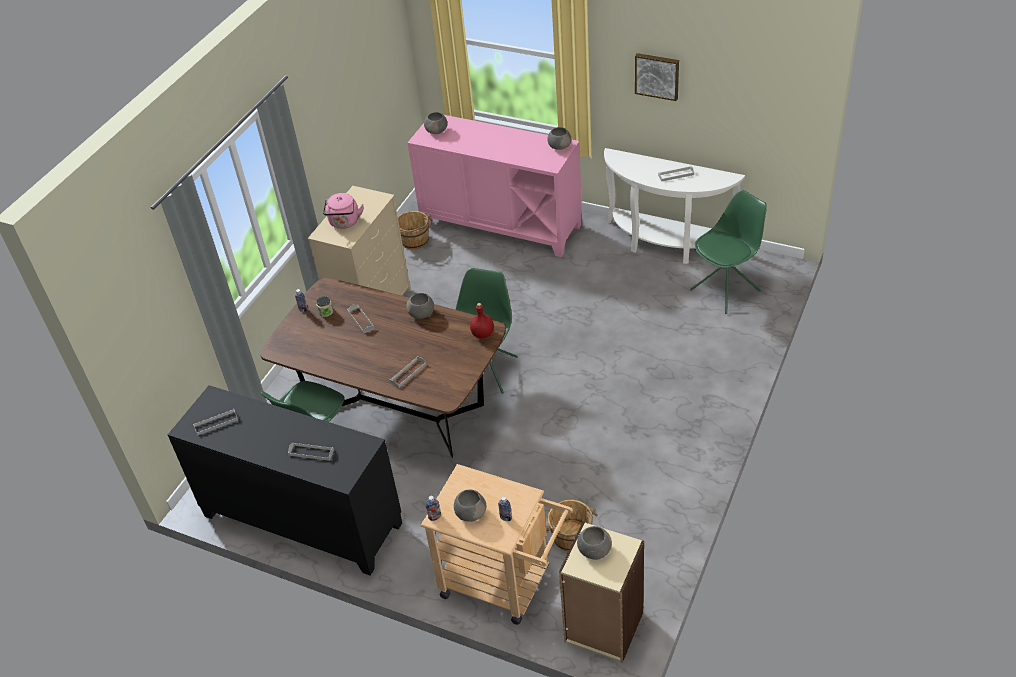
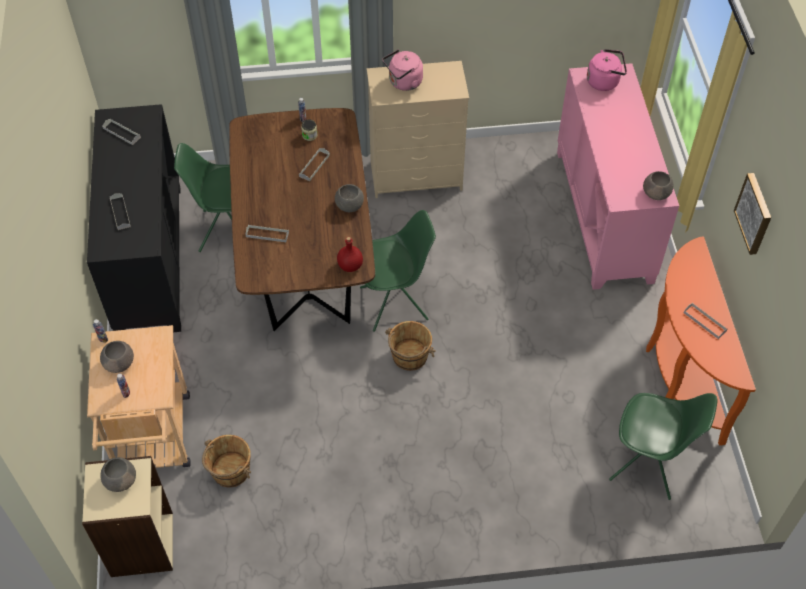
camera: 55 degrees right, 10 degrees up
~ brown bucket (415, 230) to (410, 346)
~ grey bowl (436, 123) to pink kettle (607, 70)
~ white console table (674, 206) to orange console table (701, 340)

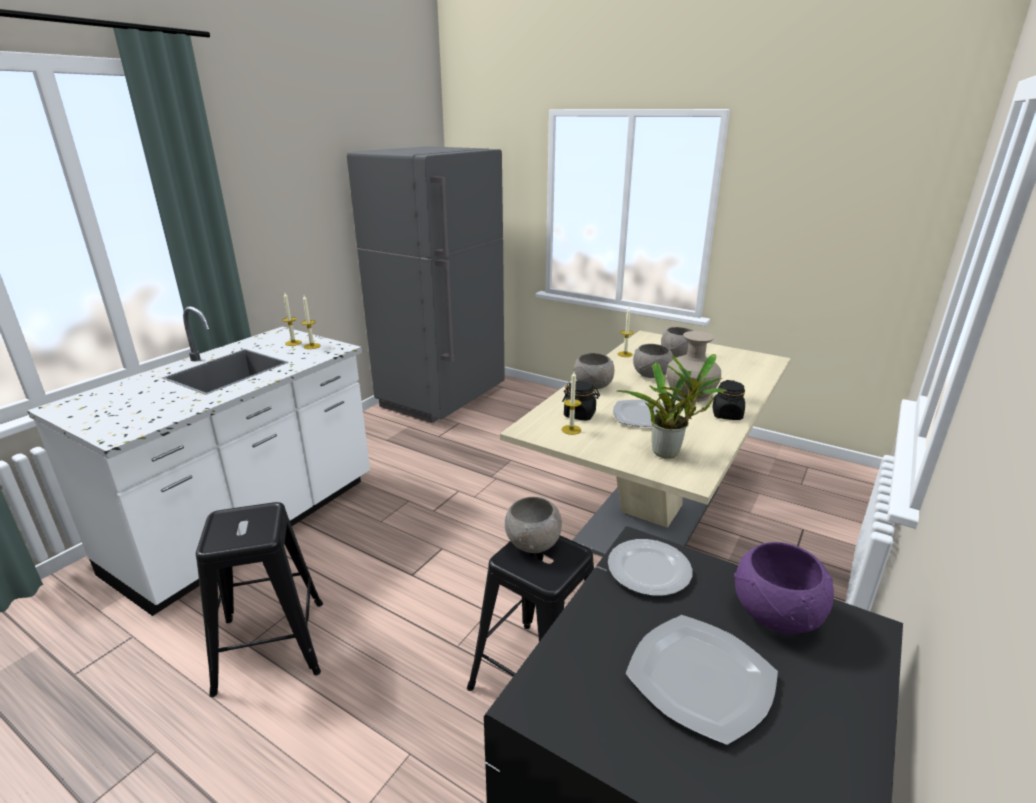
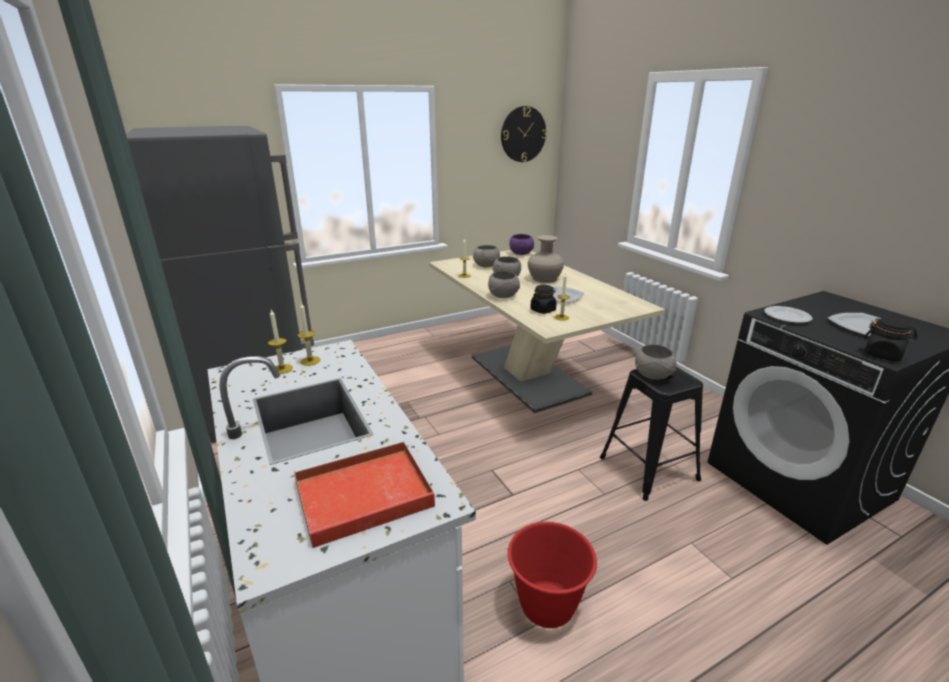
camera: 60 degrees left, 0 degrees up
~ black stool (259, 599) to red bucket (553, 575)
- potted plant (671, 406)
~ black jar (728, 400) to (890, 339)
~ purple bowl (784, 588) to (521, 244)
+ red tray (364, 494)
+ wall clock (524, 134)

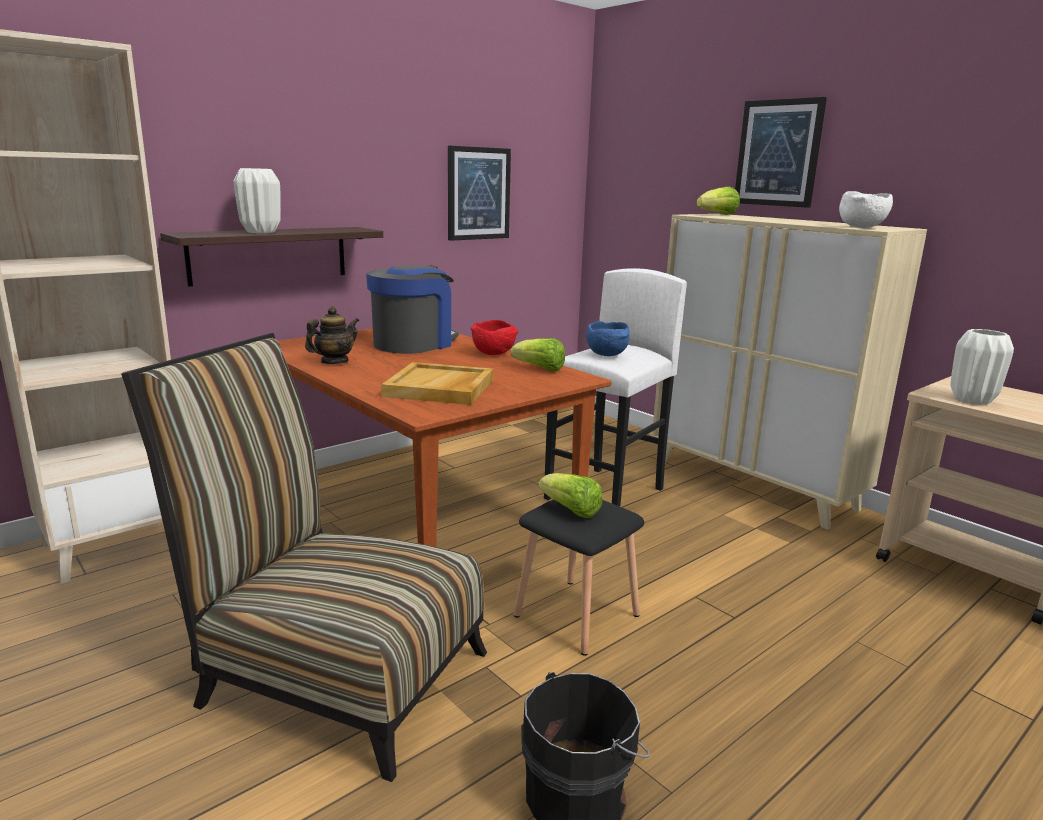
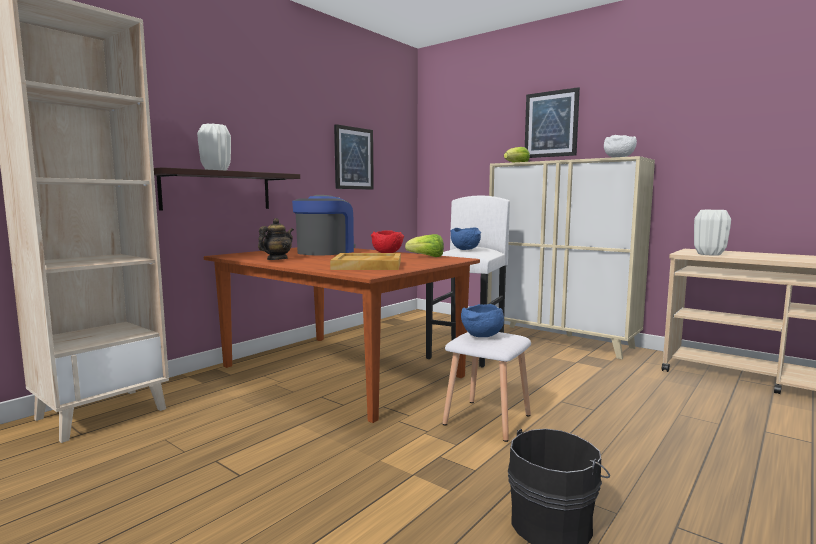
camera: 10 degrees left, 10 degrees down
- chair (304, 557)
~ black stool (579, 577) to white stool (486, 387)
~ lettuce (570, 495) to blue bowl (482, 320)

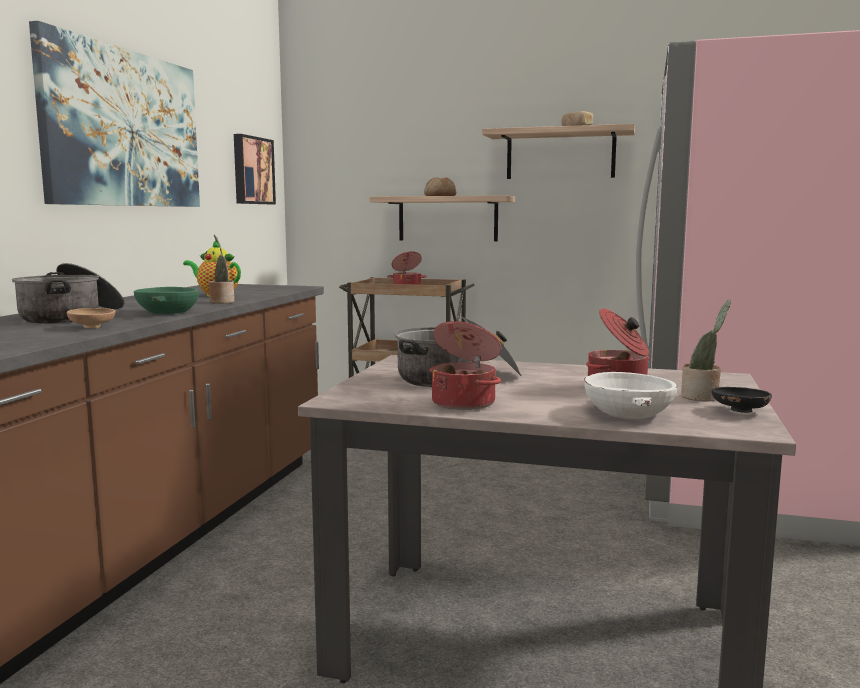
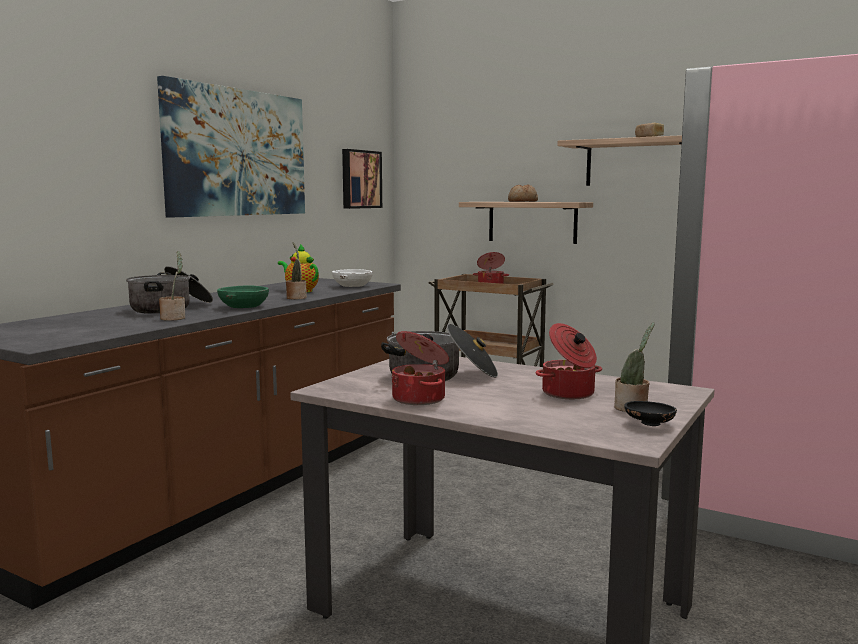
camera: 15 degrees right, 0 degrees up
~ brown bowl (91, 318) to potted plant (172, 286)
~ white bowl (631, 395) to (352, 278)

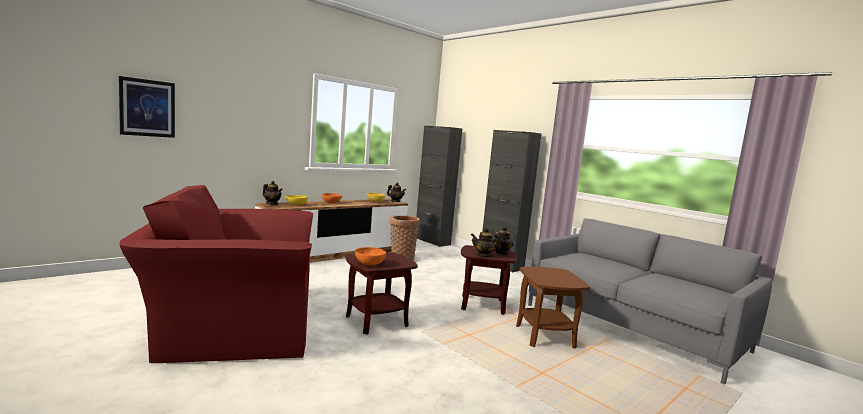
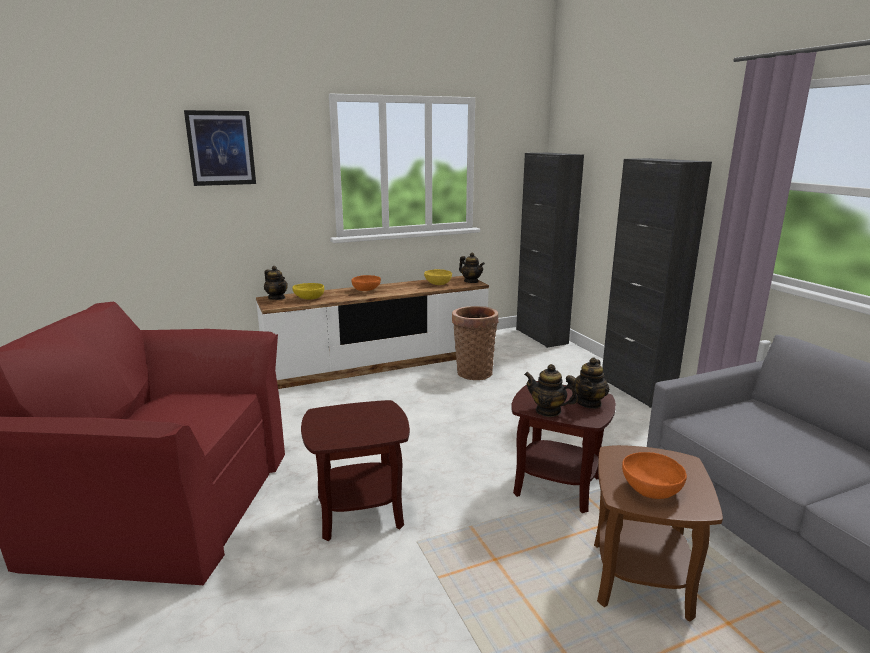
camera: 20 degrees right, 10 degrees up
~ picture (147, 107) to (220, 148)
~ orange bowl (370, 256) to (654, 475)

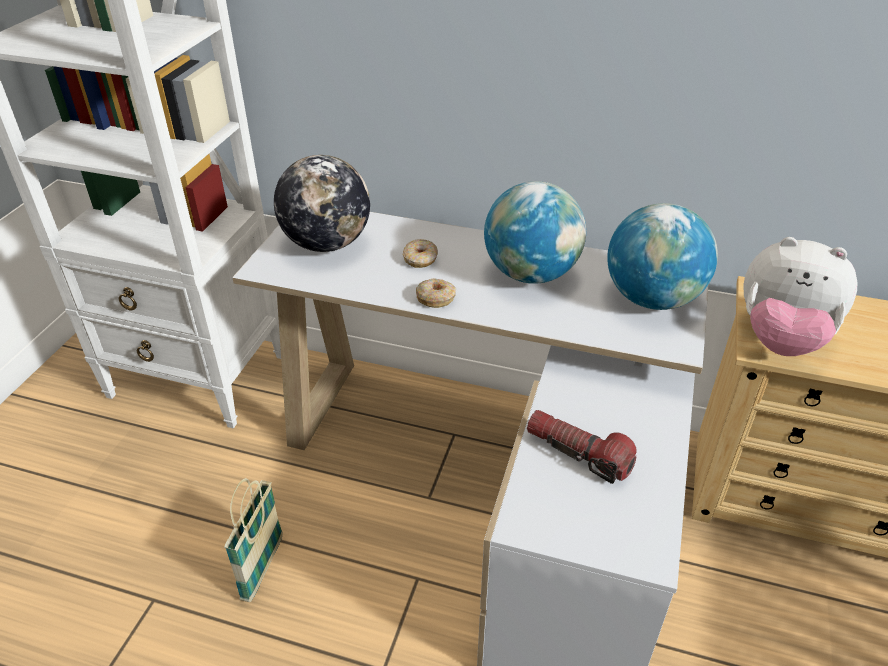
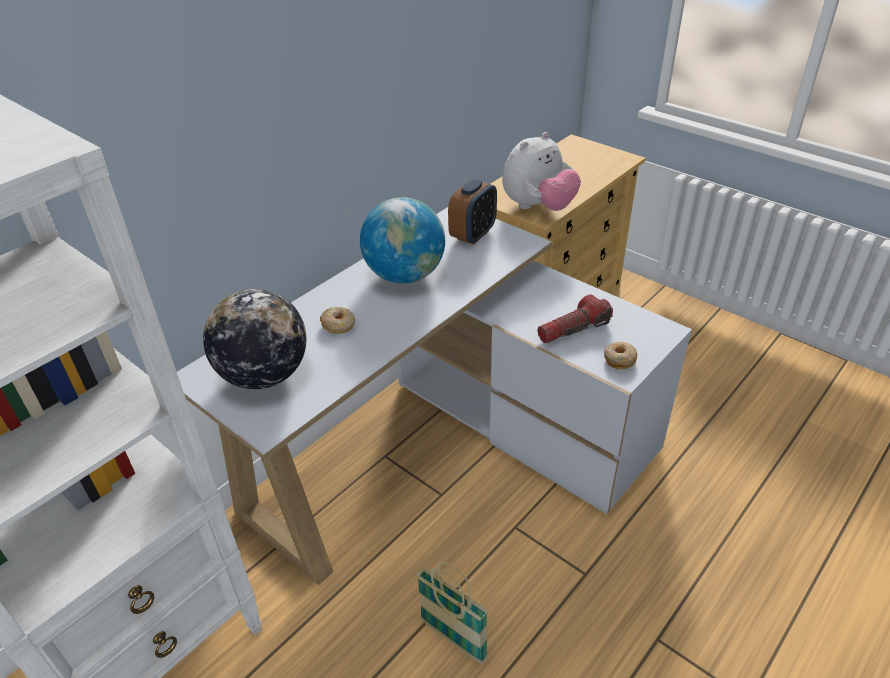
camera: 65 degrees left, 0 degrees up
~ donut (436, 293) to (620, 356)
~ globe (662, 256) to alarm clock (472, 212)

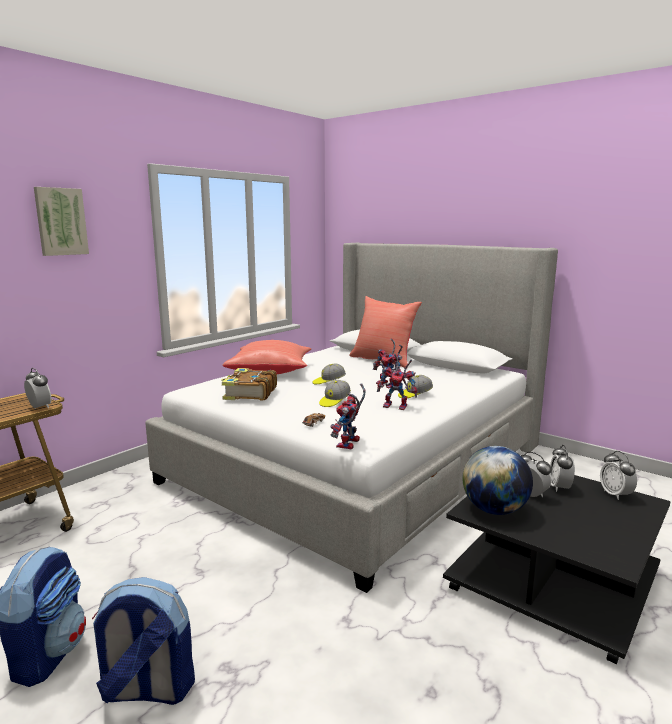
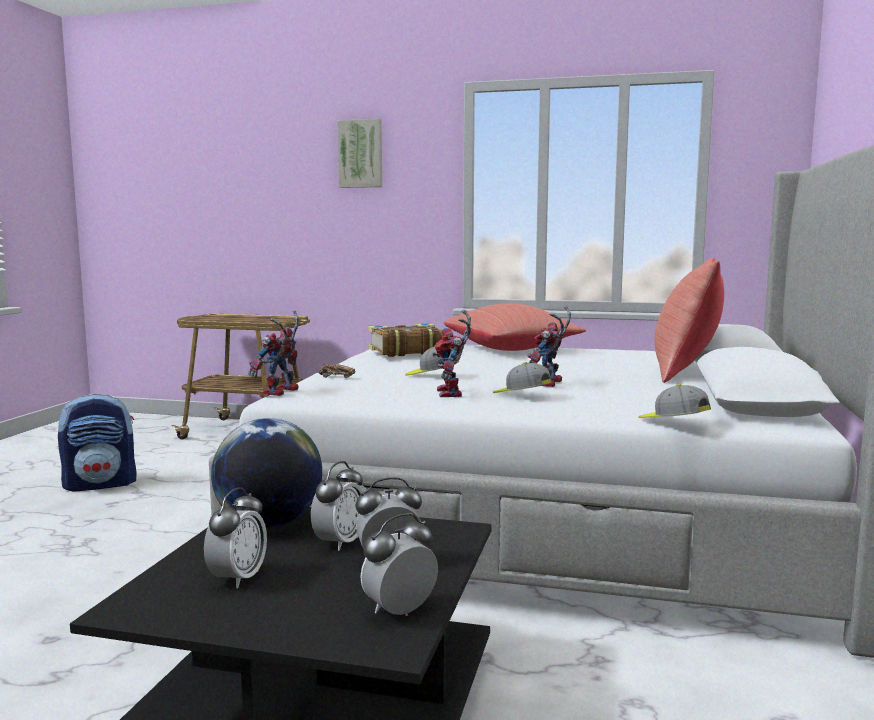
camera: 65 degrees right, 5 degrees down
~ alarm clock (38, 388) to (235, 537)
- backpack (143, 641)
~ cap (329, 373) to (674, 401)
~ toy robot (348, 416) = (273, 353) 60 degrees counterclockwise

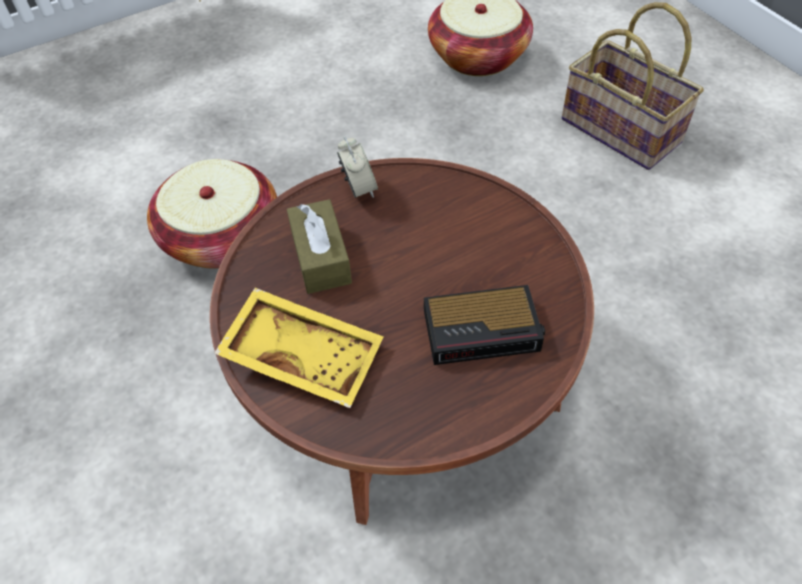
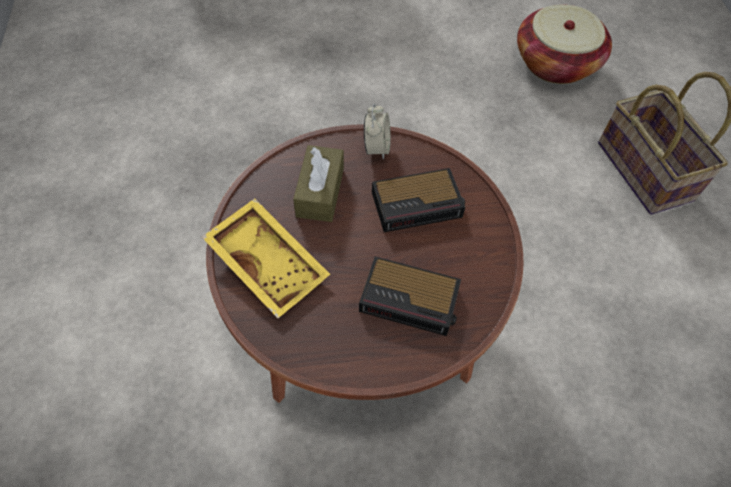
camera: 20 degrees right, 5 degrees up
- basket (212, 214)
+ alarm clock (418, 200)

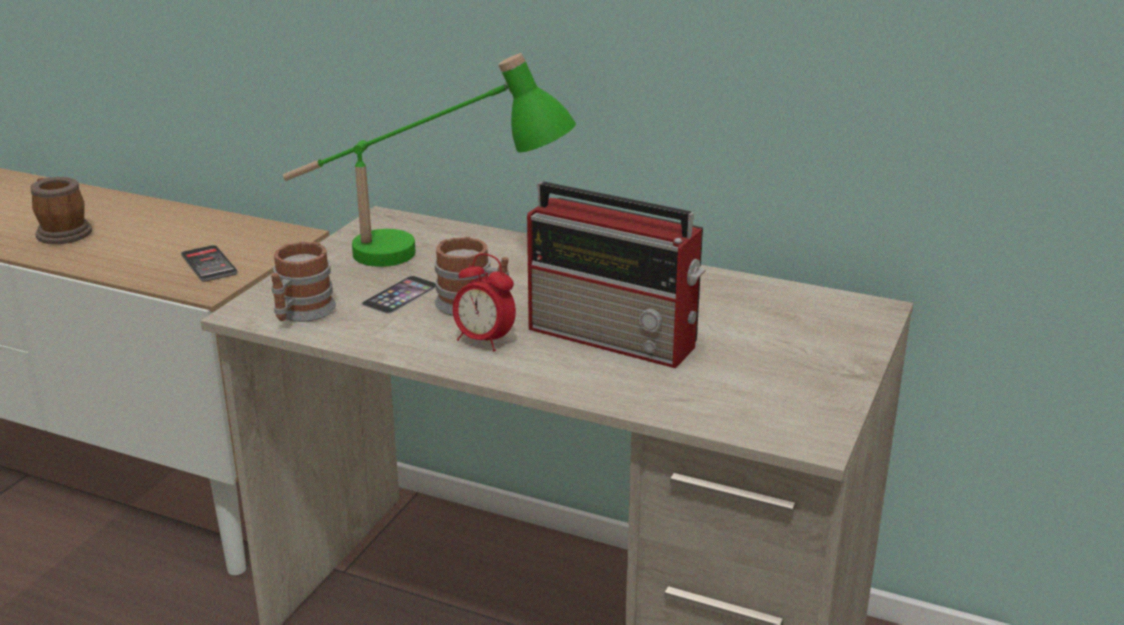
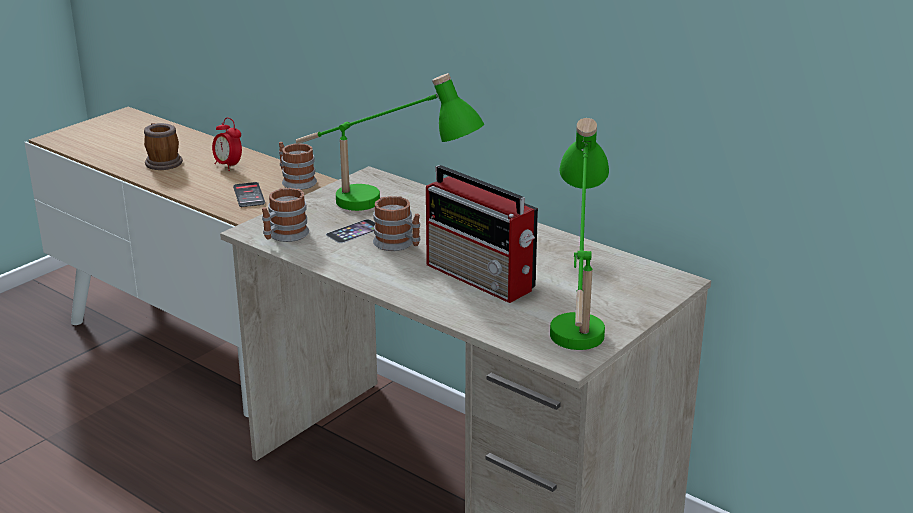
camera: 15 degrees right, 0 degrees up
~ alarm clock (484, 302) to (227, 144)
+ mug (298, 166)
+ green table lamp (579, 234)

